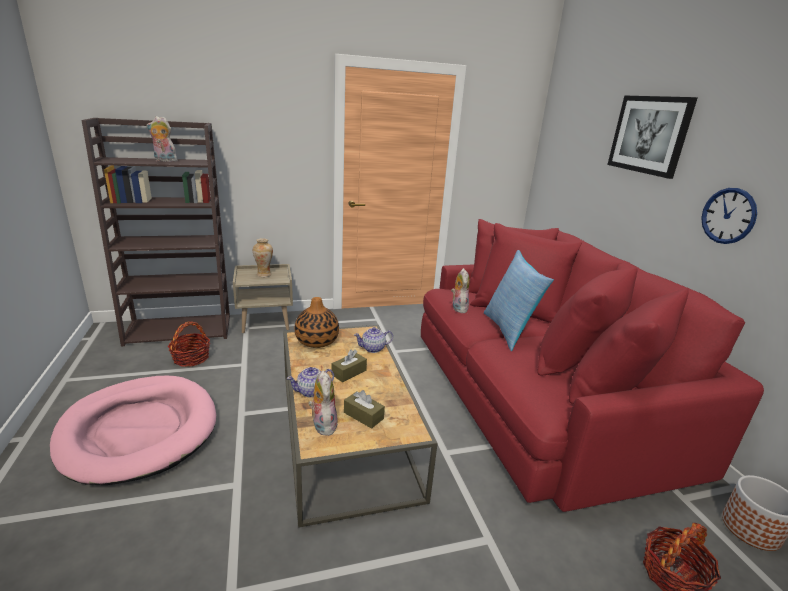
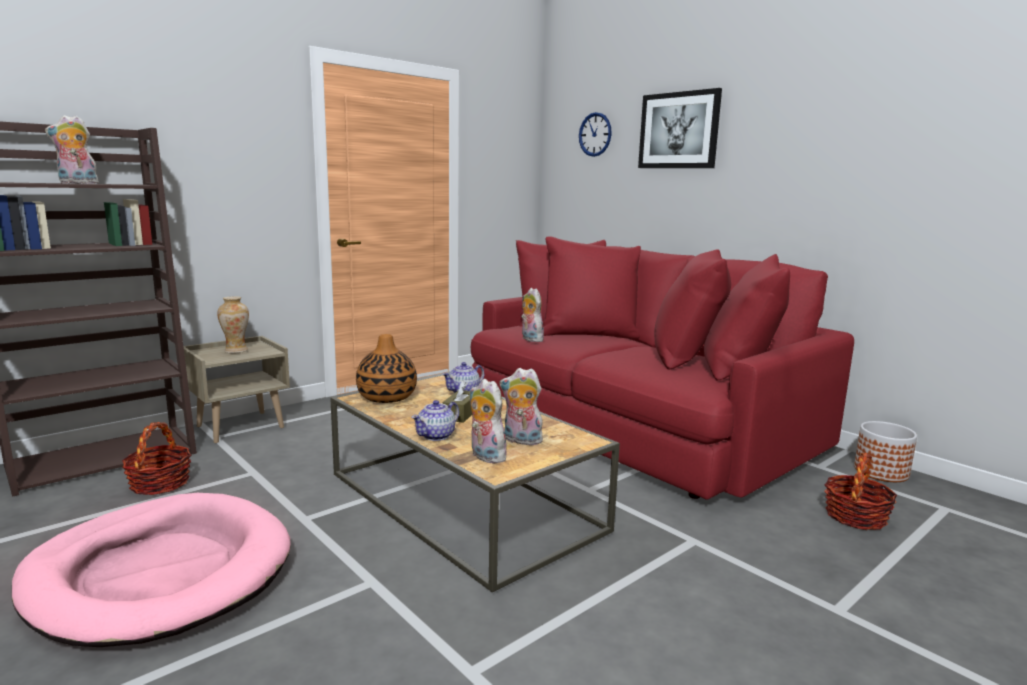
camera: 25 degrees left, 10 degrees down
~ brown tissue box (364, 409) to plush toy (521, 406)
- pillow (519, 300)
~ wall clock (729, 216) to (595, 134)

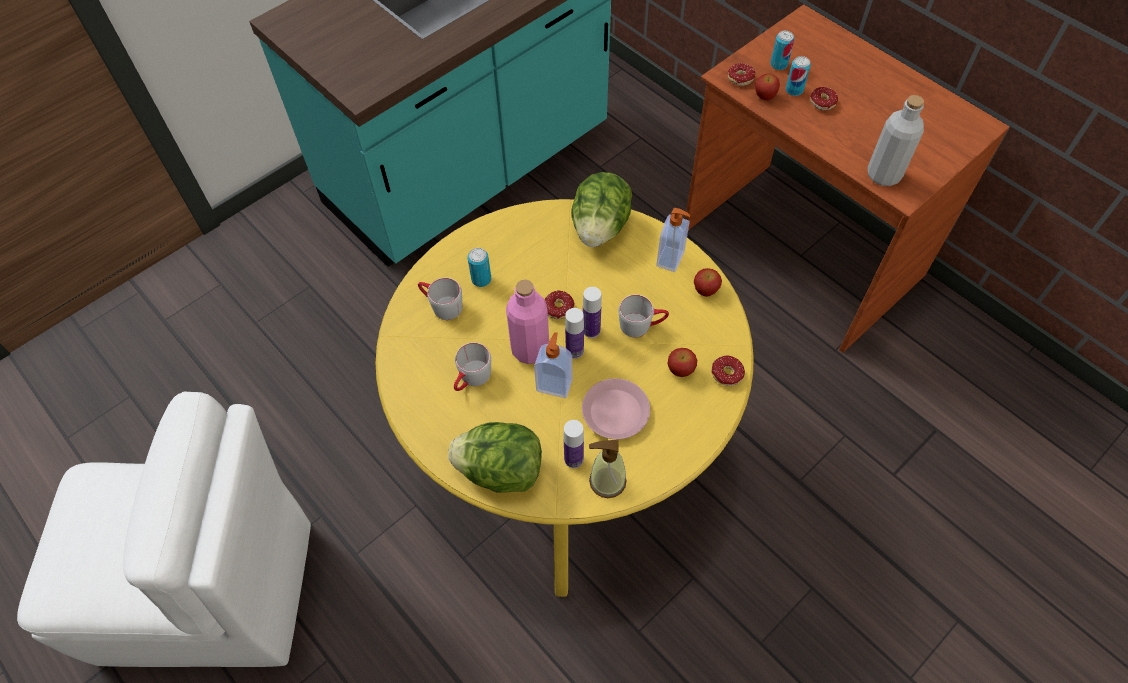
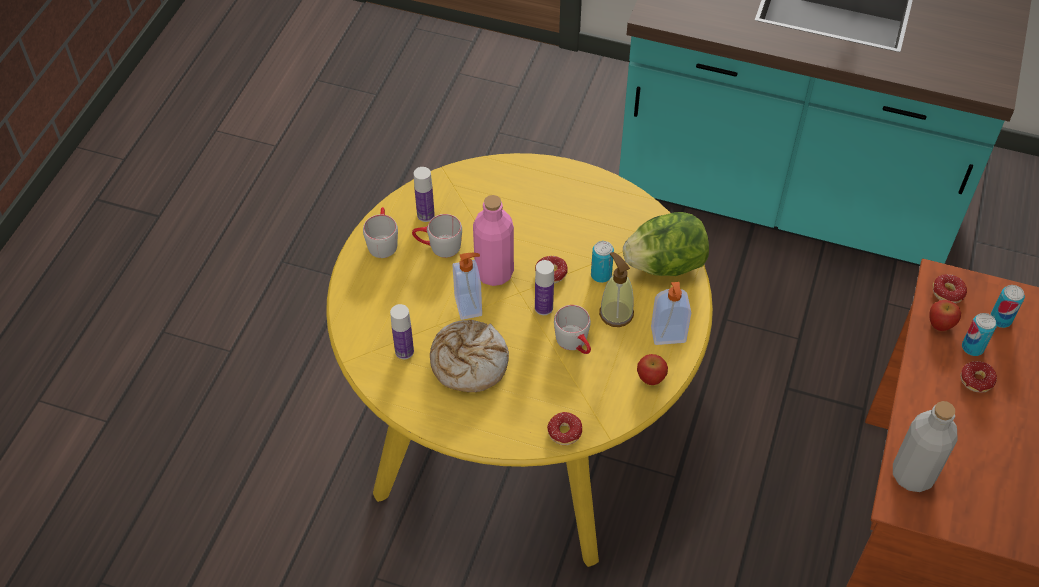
camera: 60 degrees right, 5 degrees down
- white chair (164, 529)
~ grey mug (440, 299) to (380, 232)
- lettuce (495, 457)
~ can (479, 267) to (602, 262)
~ bottle (574, 333) to (424, 194)
~ pink plate (616, 408) to bread (469, 356)
~ soap dispenser (608, 469) to (616, 289)
- apple (682, 362)

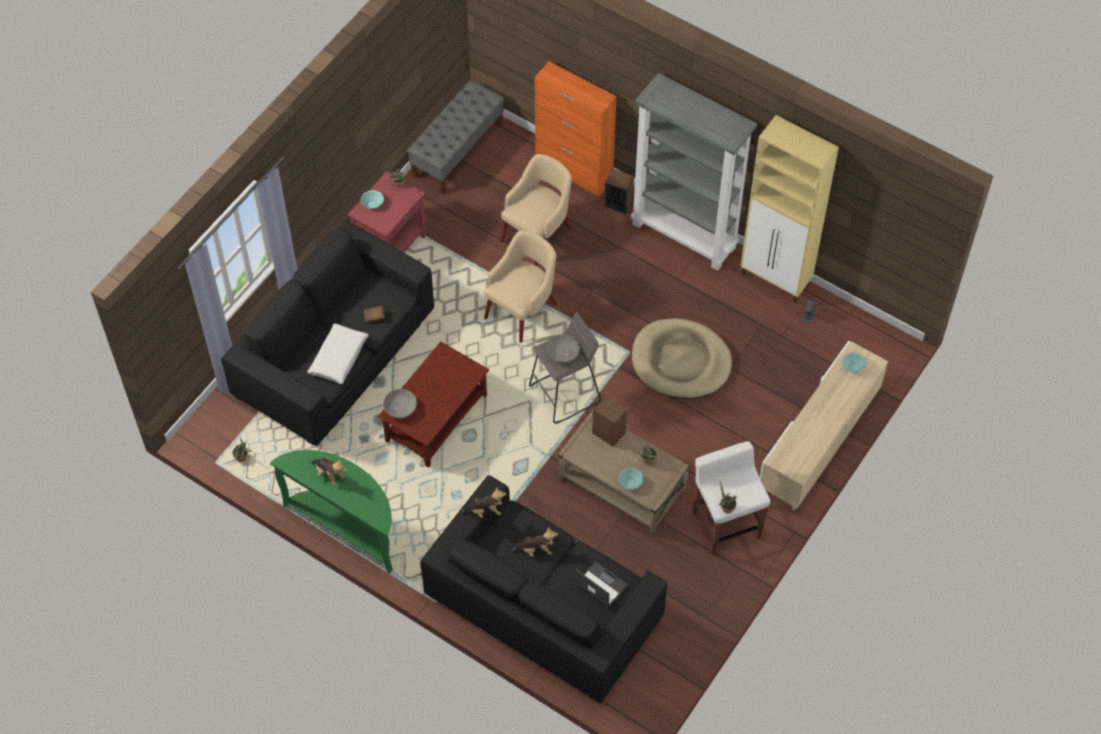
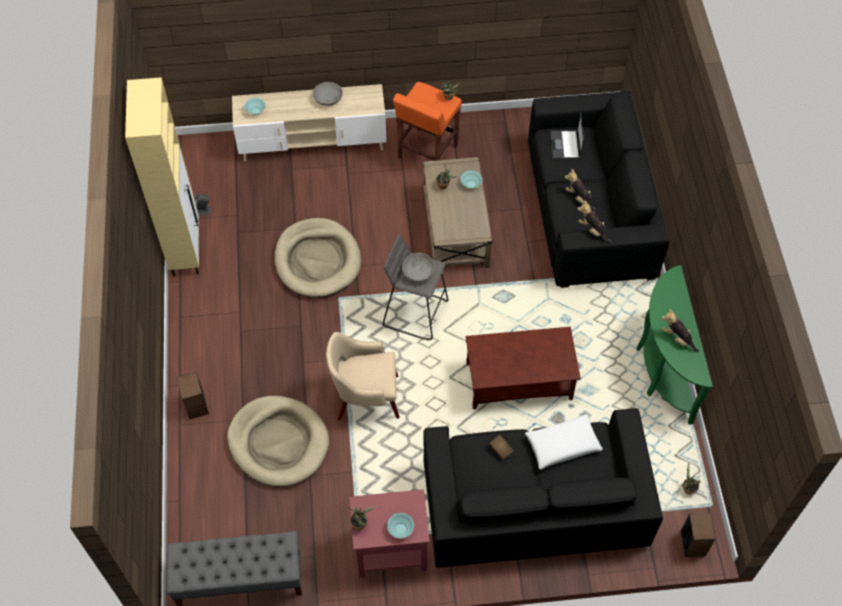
camera: 130 degrees left, 0 degrees up
~ plush toy (328, 471) = (680, 330) 45 degrees counterclockwise
~ grey bowl (400, 403) to (328, 94)
~ beige armchair (536, 209) to beige dog bed (278, 441)
- orange cabinet (576, 129)
~ speaker (609, 421) to (698, 534)
- grey bookcase (694, 172)
~ white stool (731, 498) to orange stool (427, 121)

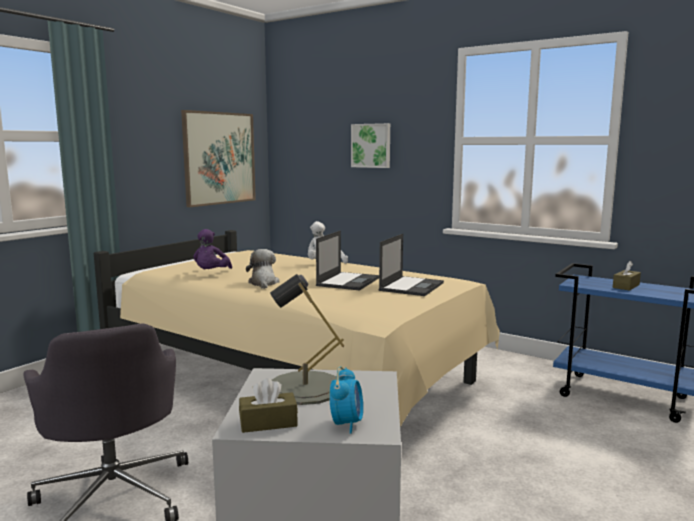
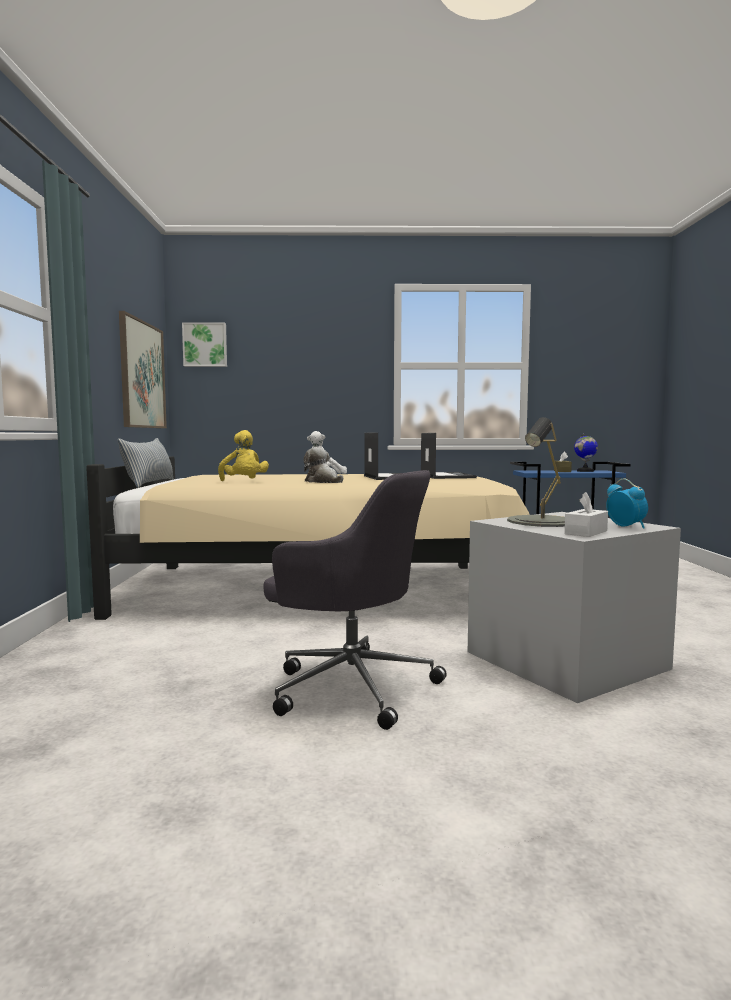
camera: 35 degrees left, 5 degrees down
~ purple plush toy (212, 249) to yellow plush toy (243, 455)
~ brown tissue box (268, 405) to white tissue box (586, 514)
~ picture (370, 145) to (204, 344)
+ pillow (146, 463)
+ globe (586, 452)

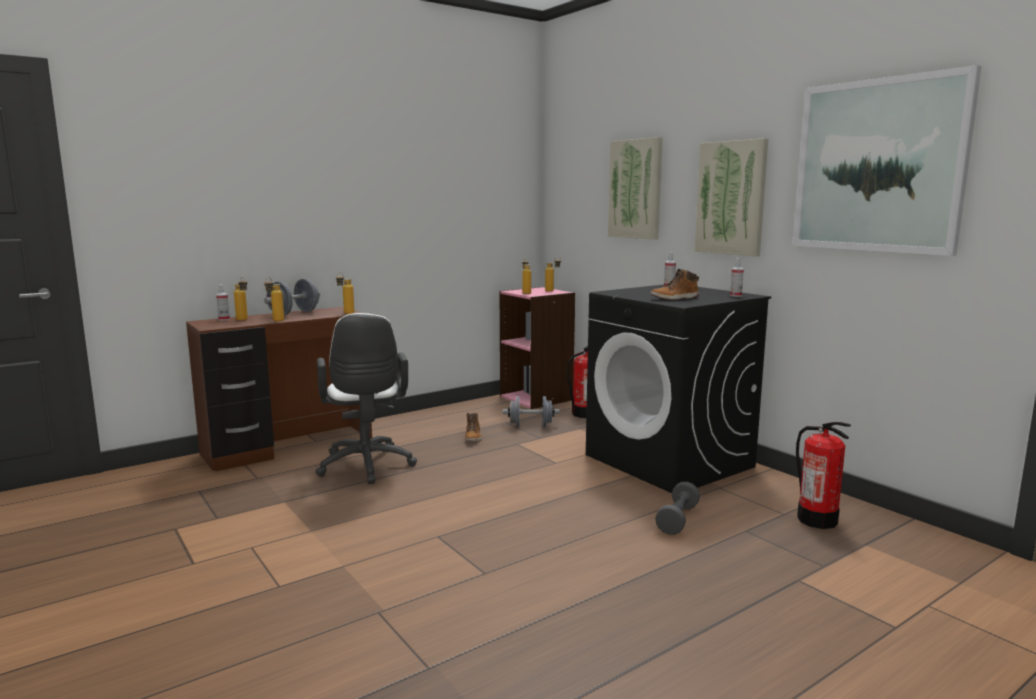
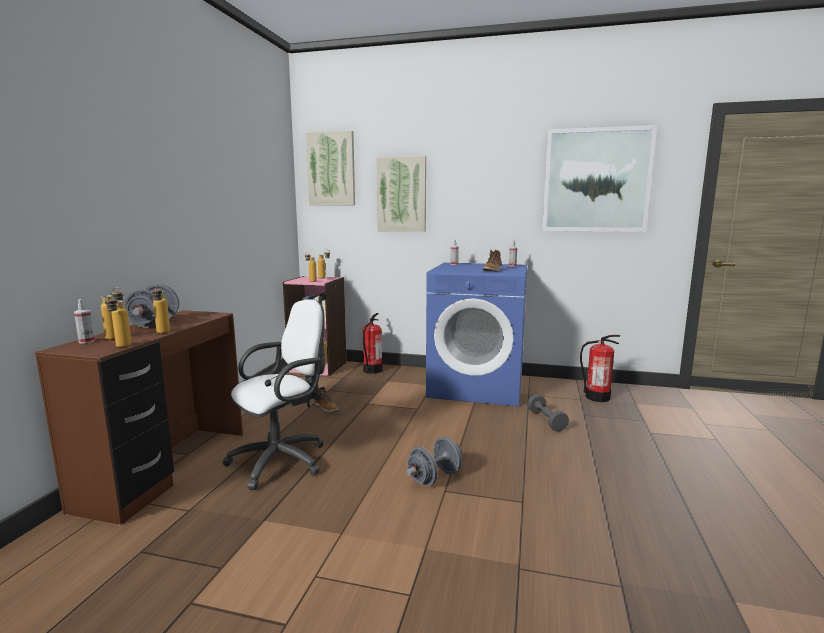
camera: 40 degrees left, 0 degrees up
~ white office chair (366, 398) = (273, 394) 75 degrees counterclockwise
~ bottle (345, 293) to (118, 320)
~ grey dumbbell (531, 411) to (434, 461)
~ black washing machine (678, 389) to blue washing machine (476, 335)
~ picture (731, 197) to (330, 168)

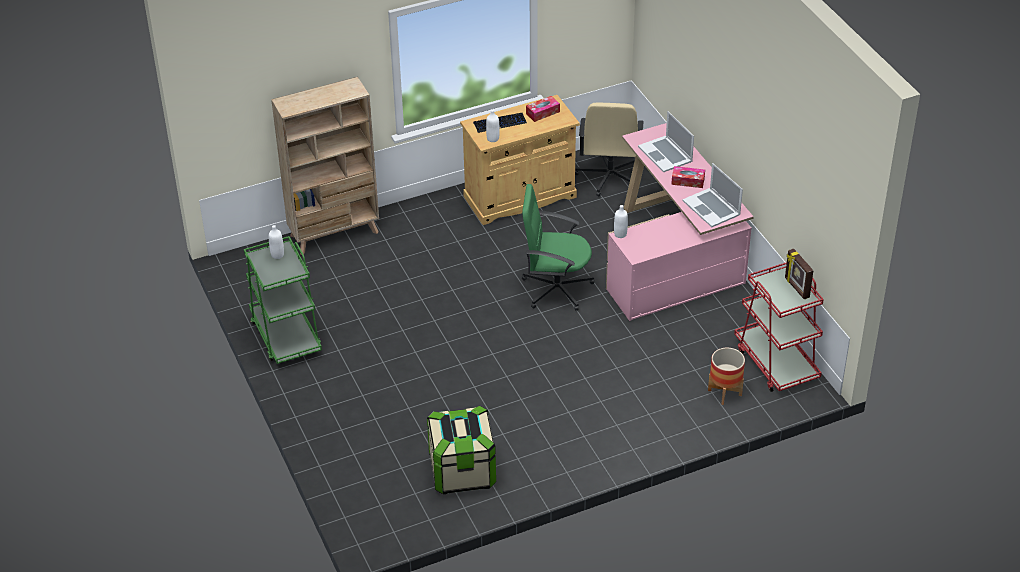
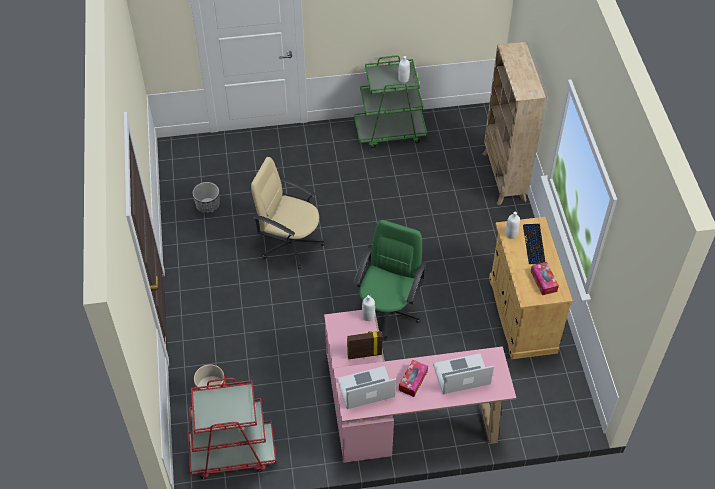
camera: 105 degrees right, 10 degrees up
~ storage box (461, 450) to planter (206, 198)
~ beige office chair (609, 149) to (288, 213)
~ picture frame (799, 274) to (365, 345)

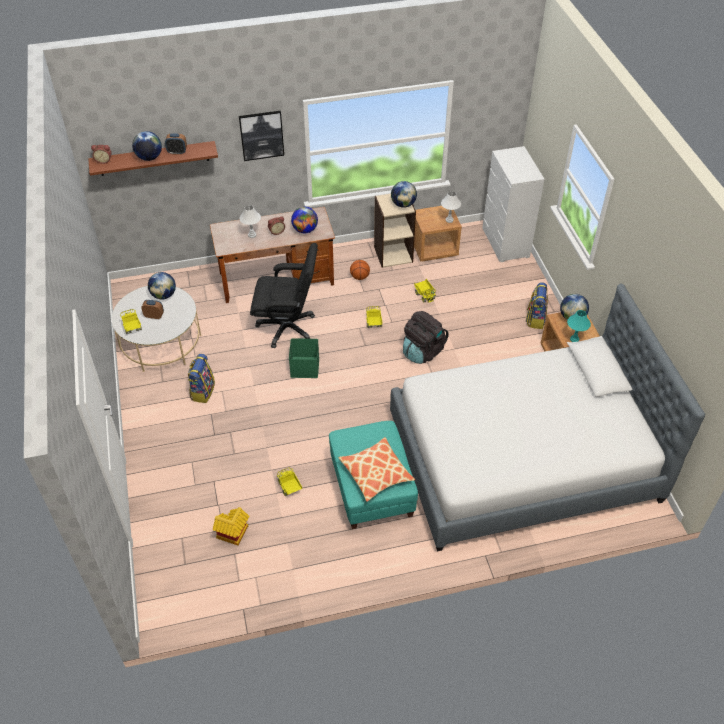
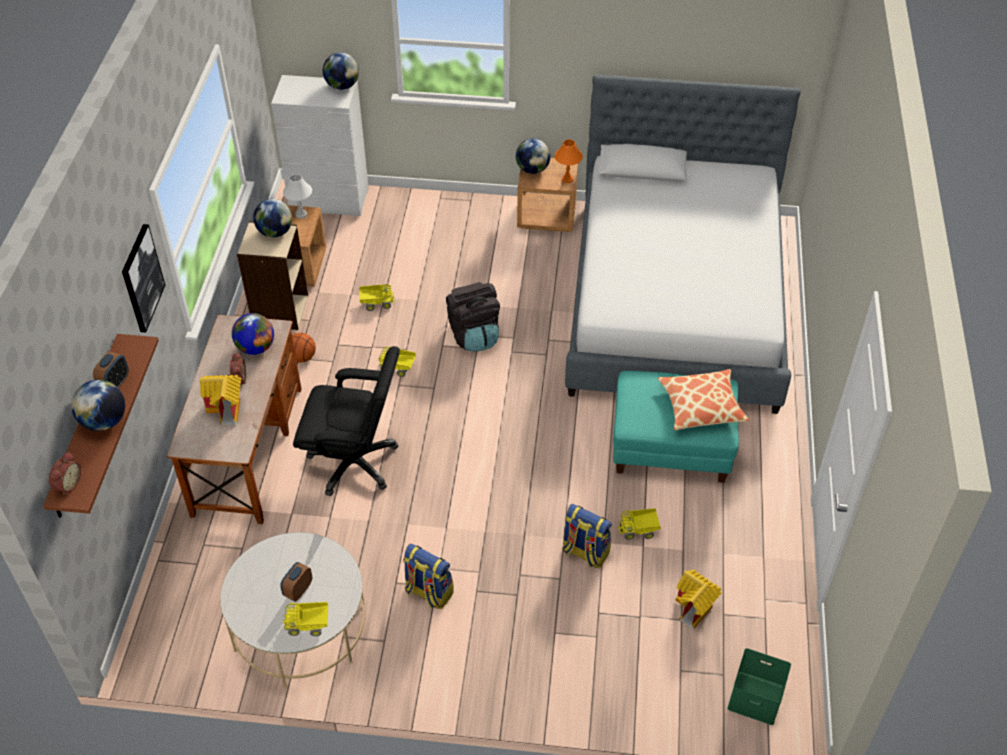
camera: 70 degrees left, 0 degrees up
~ globe (162, 286) to (341, 71)
~ white table lamp (250, 221) to toy house (220, 400)
~ black office chair (284, 295) = (346, 421) 75 degrees clockwise
~ green storage box (304, 358) to (759, 686)
~ backpack (537, 305) to (587, 536)
~ turquoise table lamp (579, 326) to orange table lamp (569, 161)

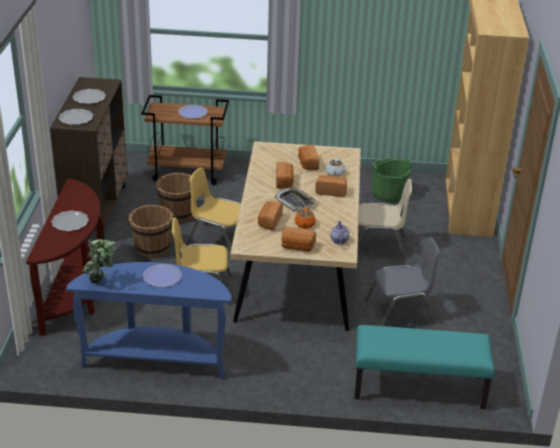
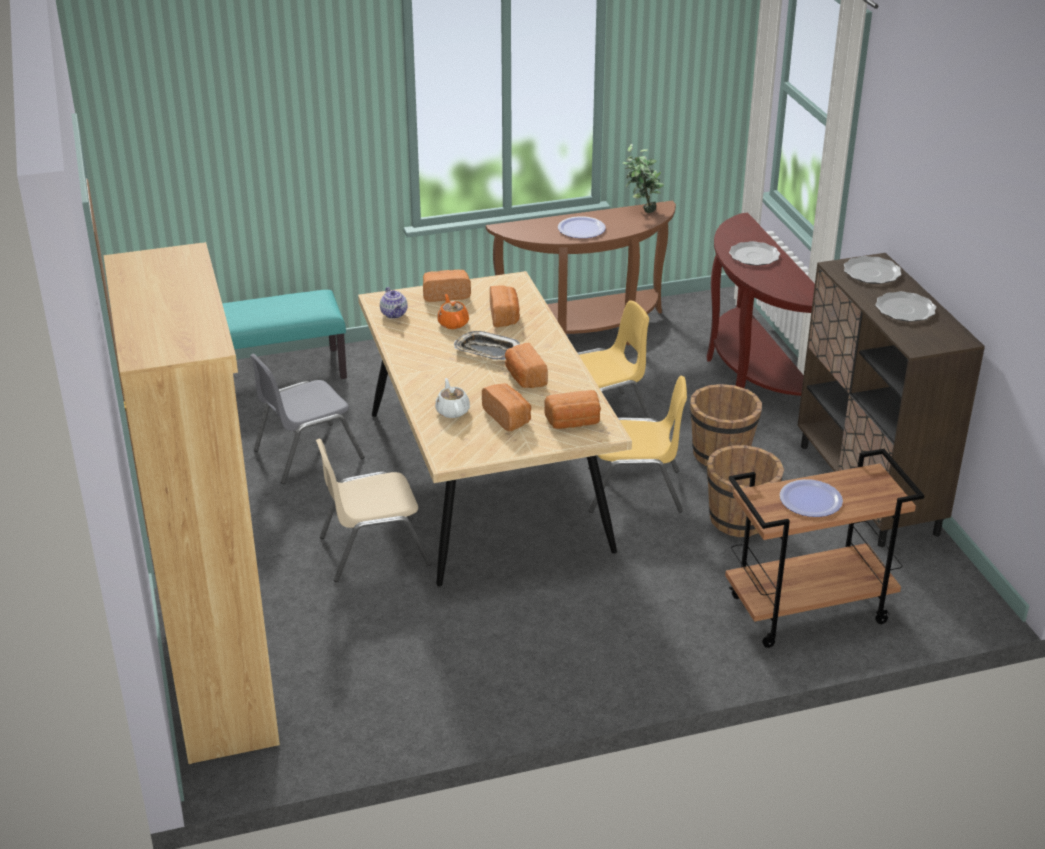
camera: 160 degrees right, 0 degrees up
~ blue console table (149, 320) to brown console table (581, 273)
~ bread (331, 186) to (572, 409)
- green bucket (392, 180)

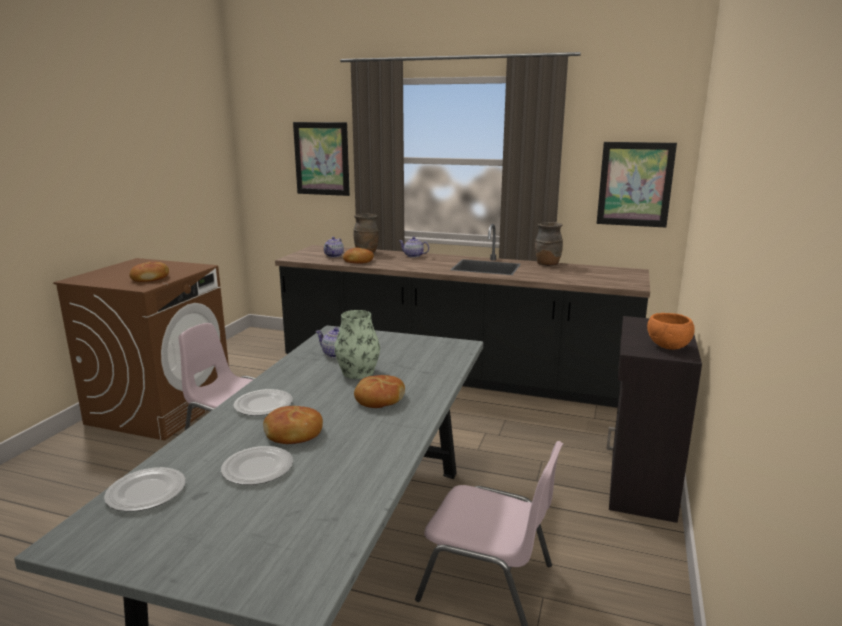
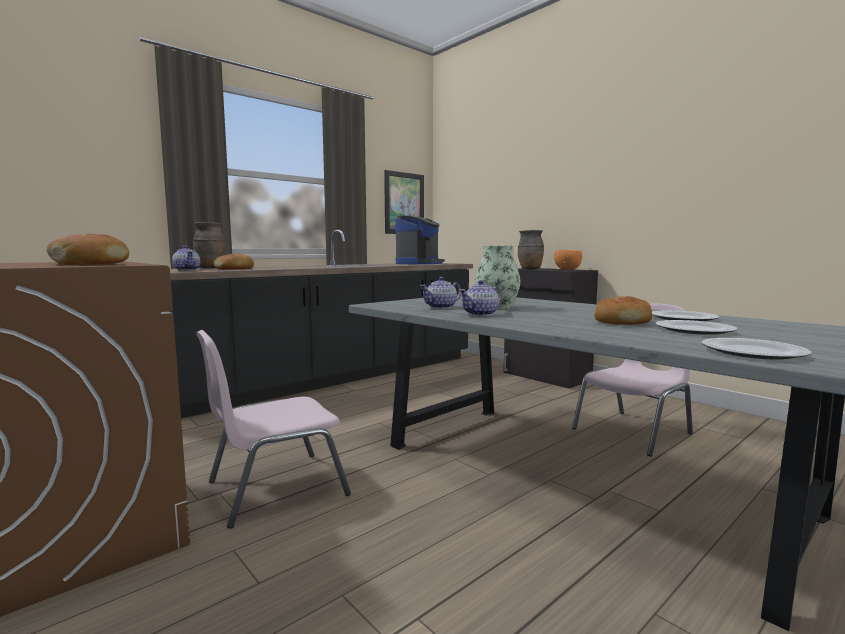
camera: 60 degrees left, 10 degrees down
~ plate (263, 402) to (685, 315)
- picture (321, 159)
- bread (379, 391)
~ teapot (414, 247) to (480, 298)
~ brown vase (549, 244) to (531, 249)
+ coffee machine (420, 240)

